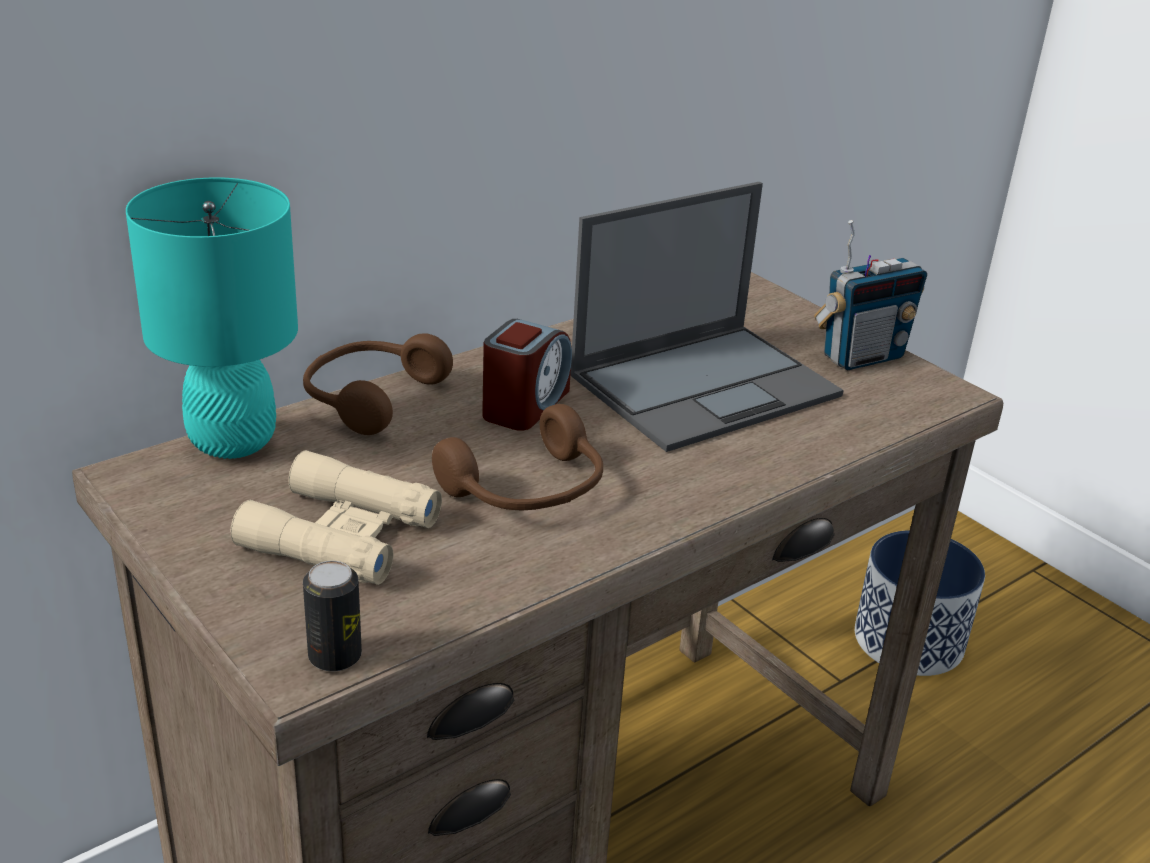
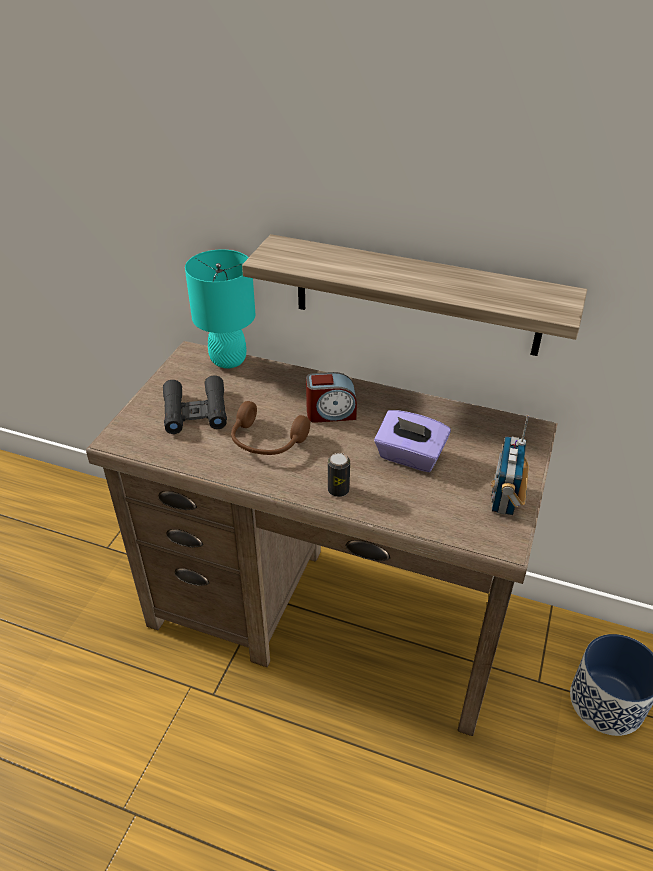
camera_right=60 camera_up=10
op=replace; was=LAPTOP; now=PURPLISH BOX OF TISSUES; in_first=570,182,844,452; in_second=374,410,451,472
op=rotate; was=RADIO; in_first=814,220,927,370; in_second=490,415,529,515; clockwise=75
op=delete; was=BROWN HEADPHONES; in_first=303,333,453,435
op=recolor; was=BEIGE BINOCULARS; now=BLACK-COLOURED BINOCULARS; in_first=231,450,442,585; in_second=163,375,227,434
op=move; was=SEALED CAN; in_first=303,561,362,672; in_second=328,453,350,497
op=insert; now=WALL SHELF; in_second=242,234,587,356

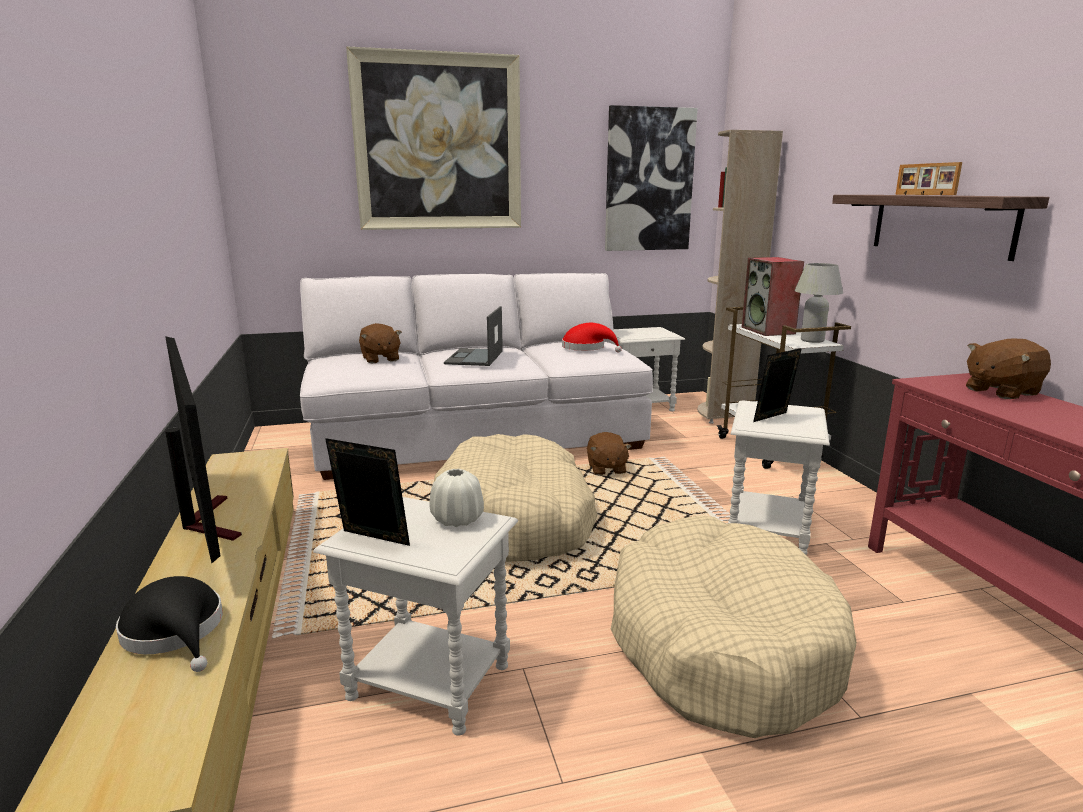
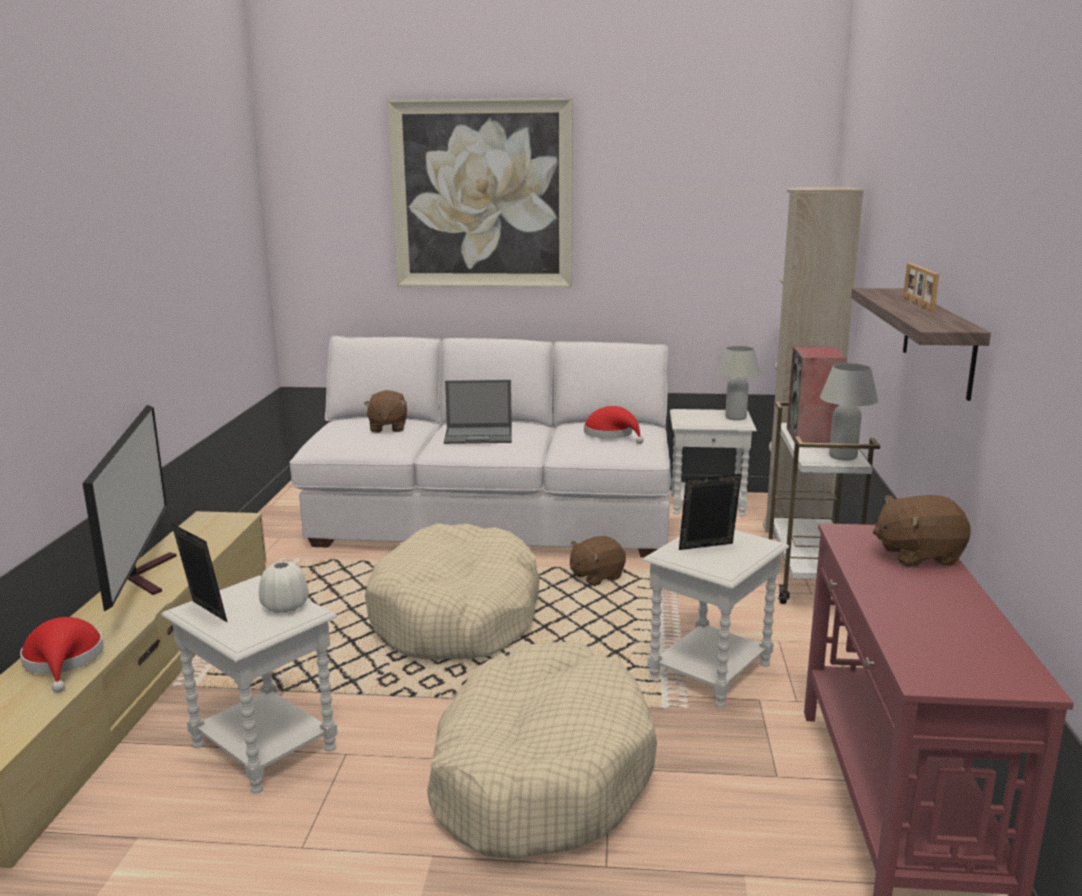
camera_right=20 camera_up=0
op=delete; was=WALL ART; in_first=605,105,698,251
op=rotate; was=LAPTOP; in_first=444,306,503,366; in_second=444,380,512,444; clockwise=-120
op=rotate; was=BROWN CUDDLY TOY; in_first=587,432,631,475; in_second=570,536,626,586; clockwise=45
op=recolor; was=BLACK-COLOURED HAT; now=REDDISH HAT; in_first=116,576,223,672; in_second=20,617,104,693
op=insert; now=WHITISH TABLETOP LAMP; in_second=717,346,760,420

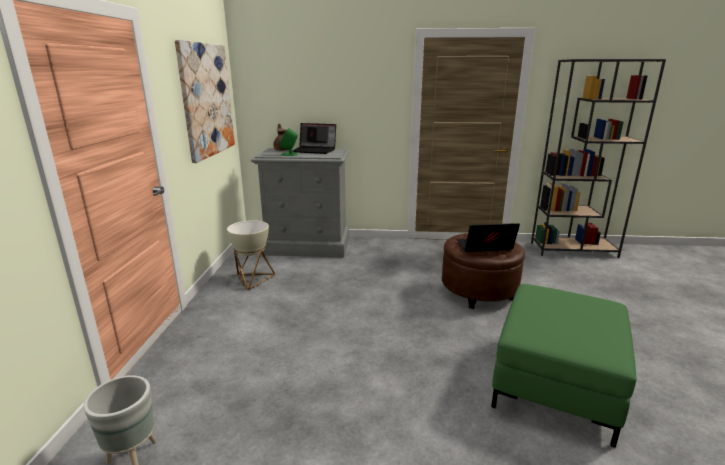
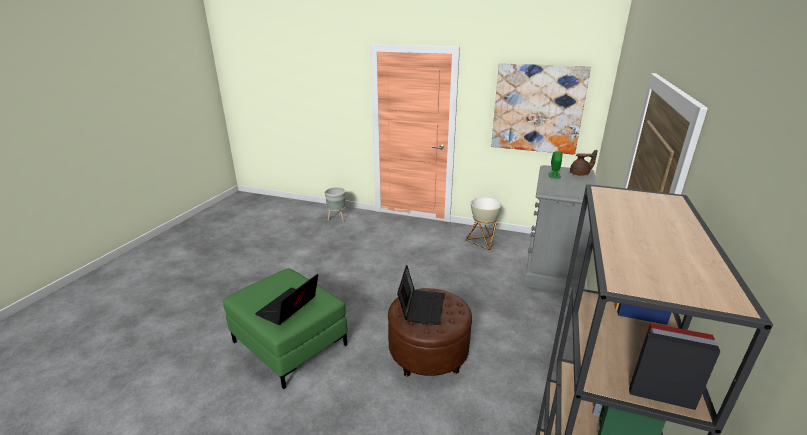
camera_right=105 camera_up=5
op=move; was=LAPTOP; in_first=293,123,336,154; in_second=255,274,318,325

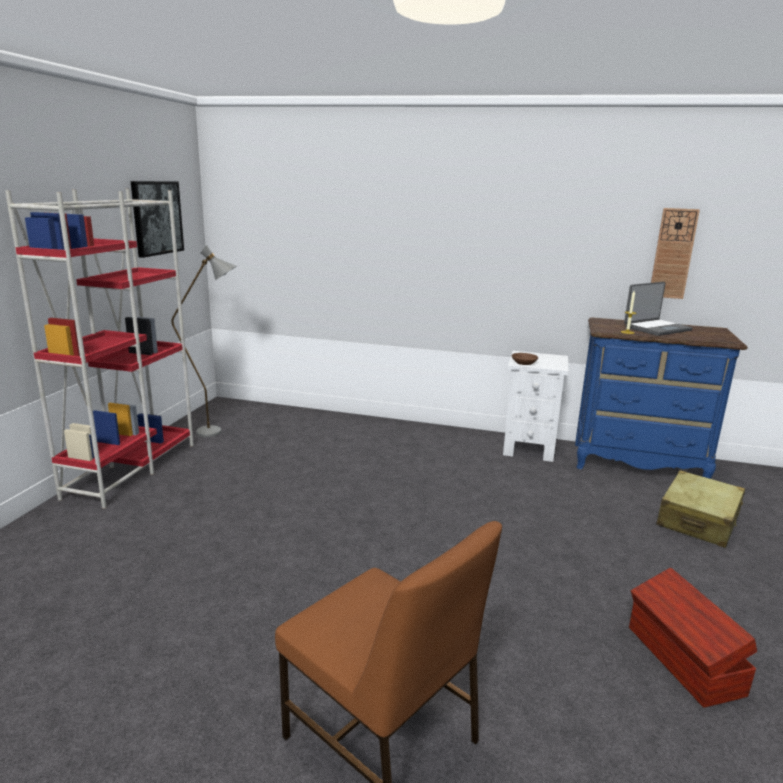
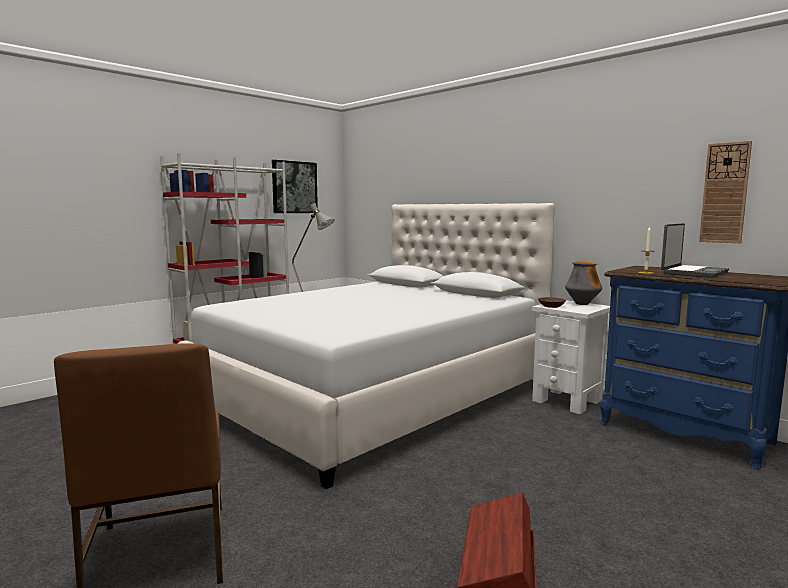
camera_right=30 camera_up=-10
op=rotate; was=LAPTOP; in_first=624,282,693,336; in_second=661,223,729,278; clockwise=-45
op=delete; was=BEIGE TRAVEL CASE; in_first=656,470,745,548
op=insert; now=WHITISH BED; in_second=177,203,555,489
op=insert; now=VASE; in_second=565,262,602,305

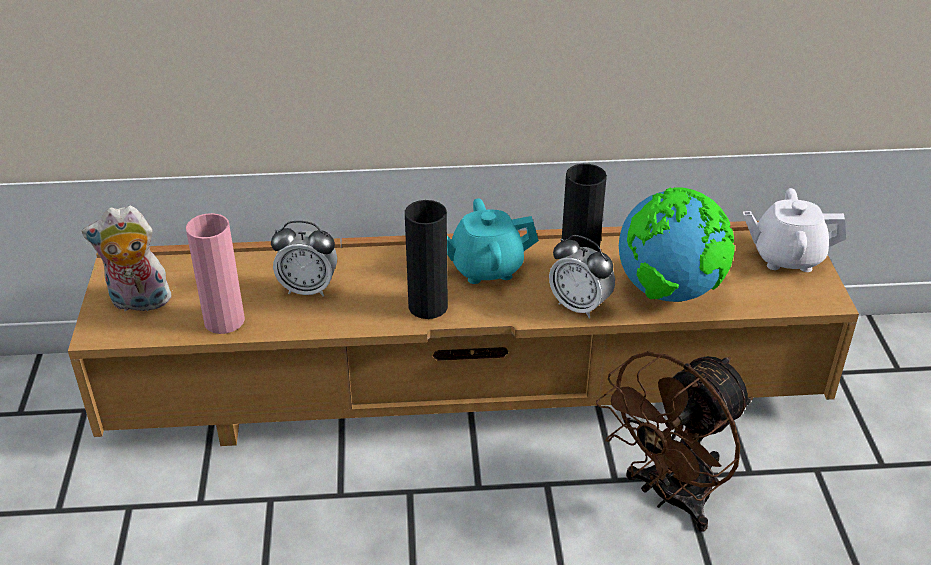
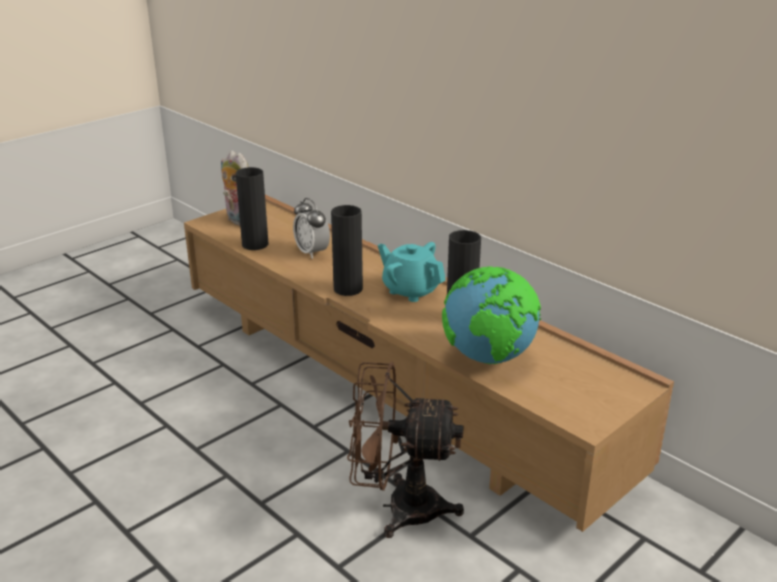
camera_right=50 camera_up=-10
op=delete; was=WHITISH TEAPOT; in_first=743,188,846,272
op=recolor; was=PINKISH VASE; now=BLACK-COLOURED VASE; in_first=186,213,245,334; in_second=236,167,268,250
op=delete; was=BEDSIDE CLOCK; in_first=549,235,615,318

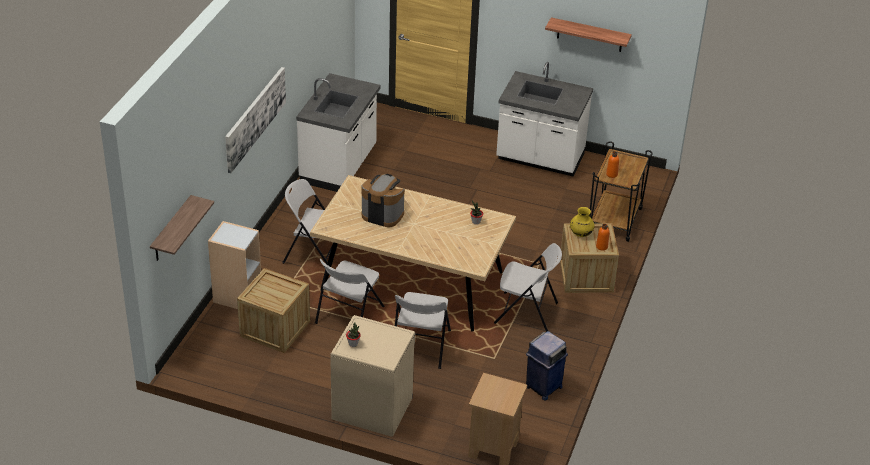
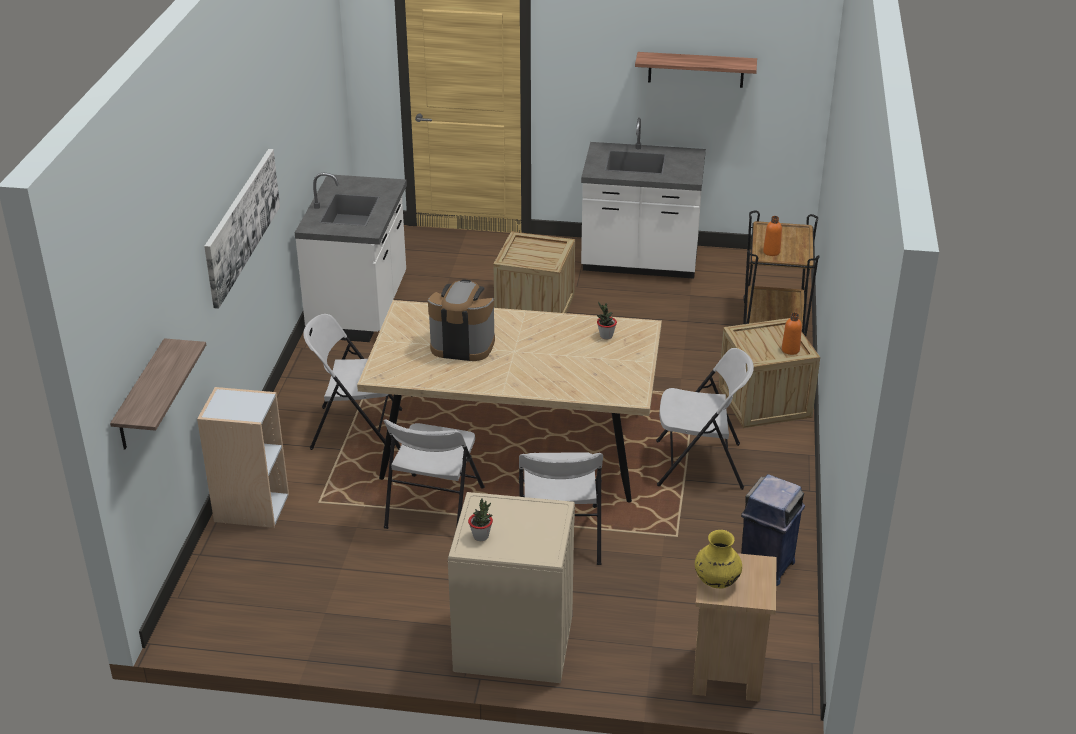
camera_right=-10 camera_up=-5
op=move; was=YELLOW VASE; in_first=570,207,594,237; in_second=695,530,742,588
op=move; was=CRATE; in_first=237,268,310,353; in_second=493,231,575,313

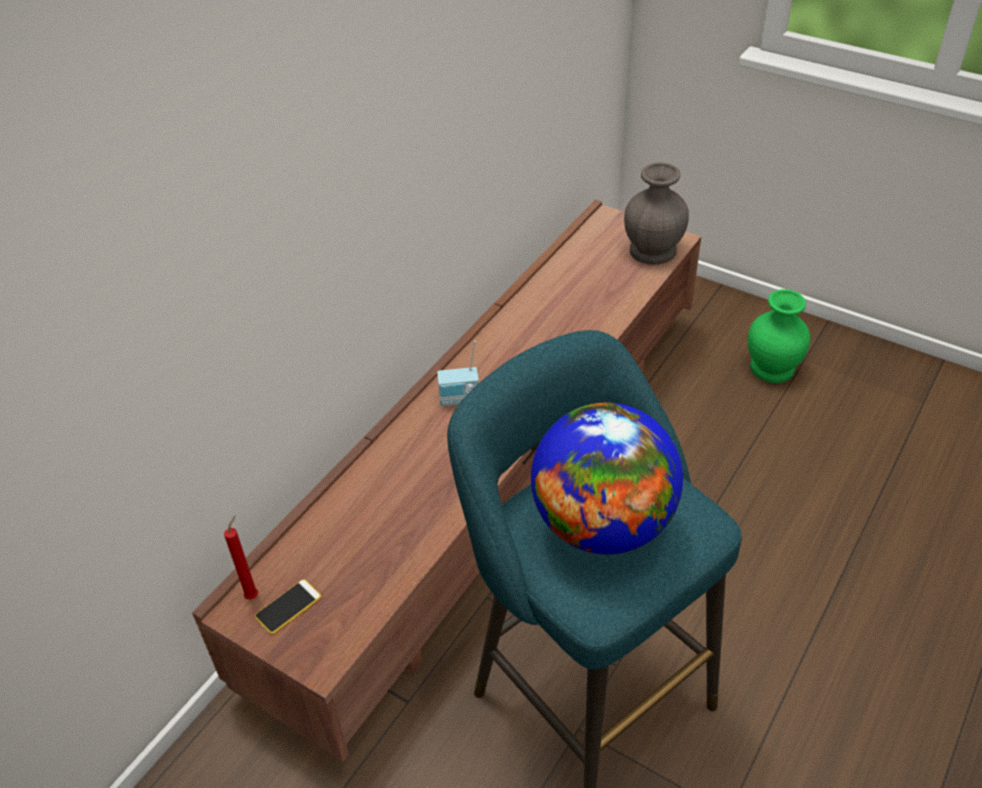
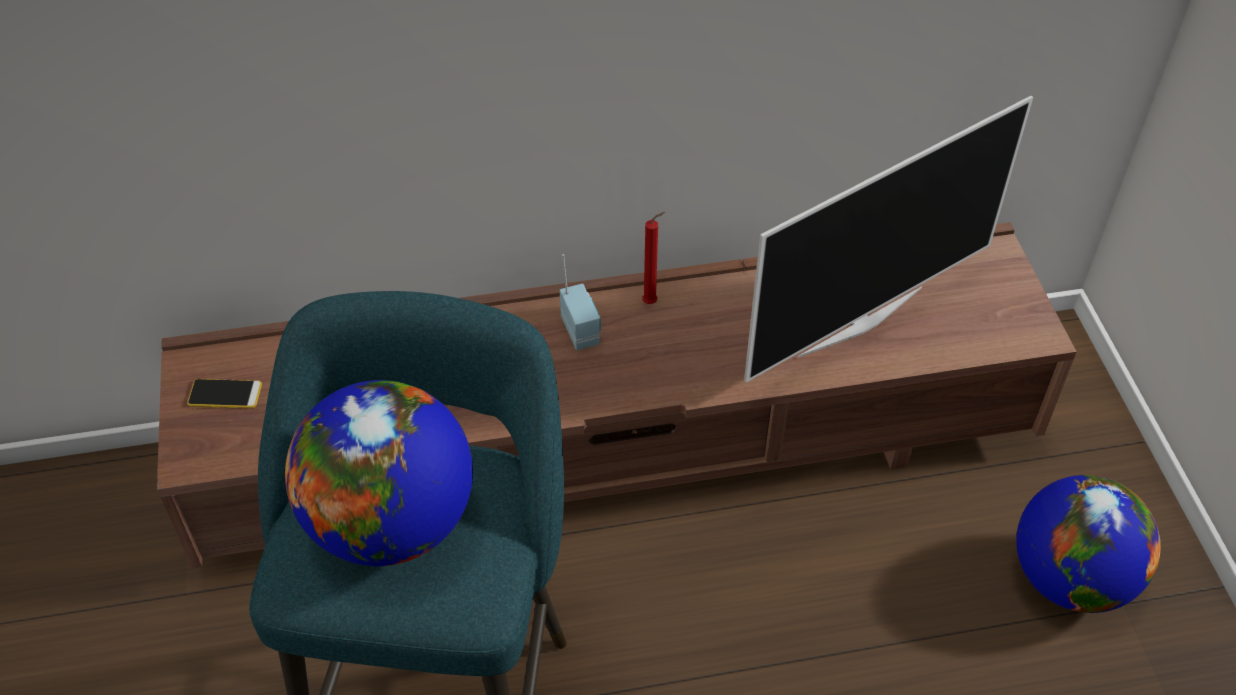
camera_right=45 camera_up=5
op=delete; was=GRAY VASE; in_first=624,163,689,265
op=replace; was=GREEN VASE; now=DESK GLOBE; in_first=748,289,810,383; in_second=1016,475,1161,613
op=rotate; was=RADIO; in_first=437,341,479,406; in_second=560,254,601,350; clockwise=-150
op=move; was=REDDISH CANDLE; in_first=224,515,258,600; in_second=642,212,665,304
op=insert; now=TELEVISION; in_second=744,96,1033,383

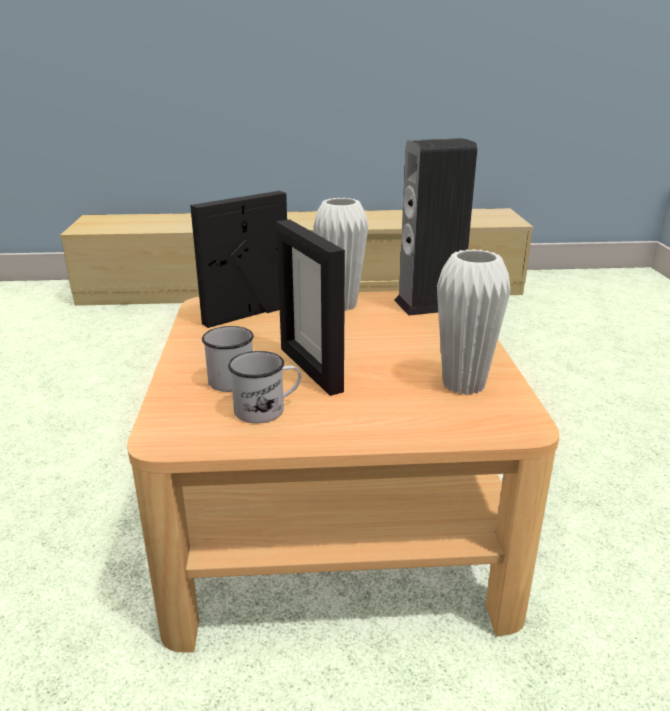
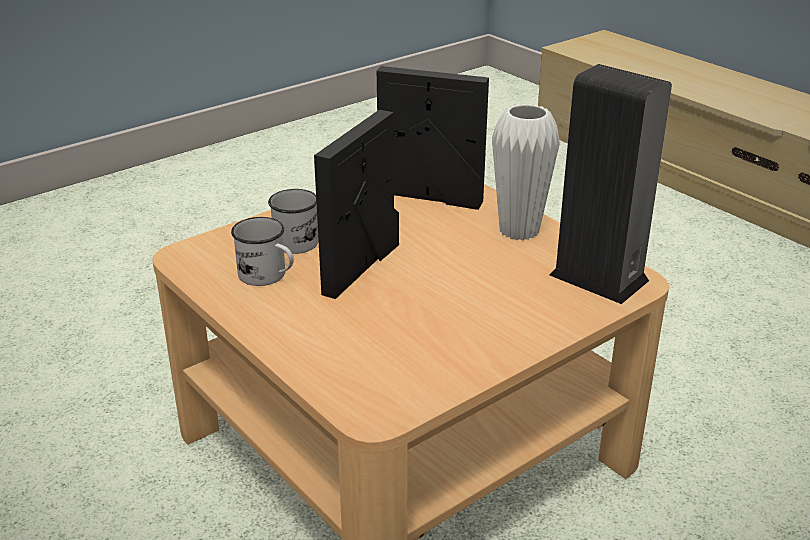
camera_right=55 camera_up=5
op=delete; was=WHITISH VASE; in_first=437,249,510,395

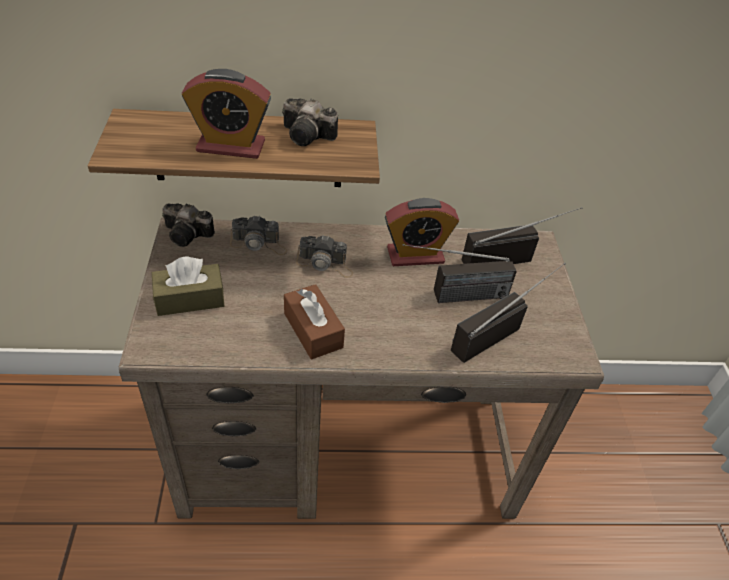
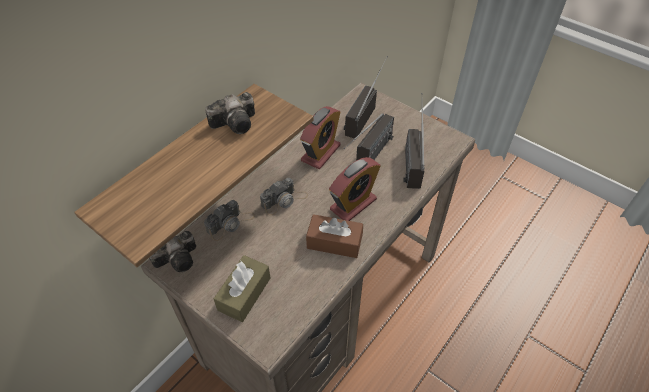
camera_right=-45 camera_up=5
op=move; was=BEDSIDE CLOCK; in_first=182,69,271,159; in_second=329,157,381,221

